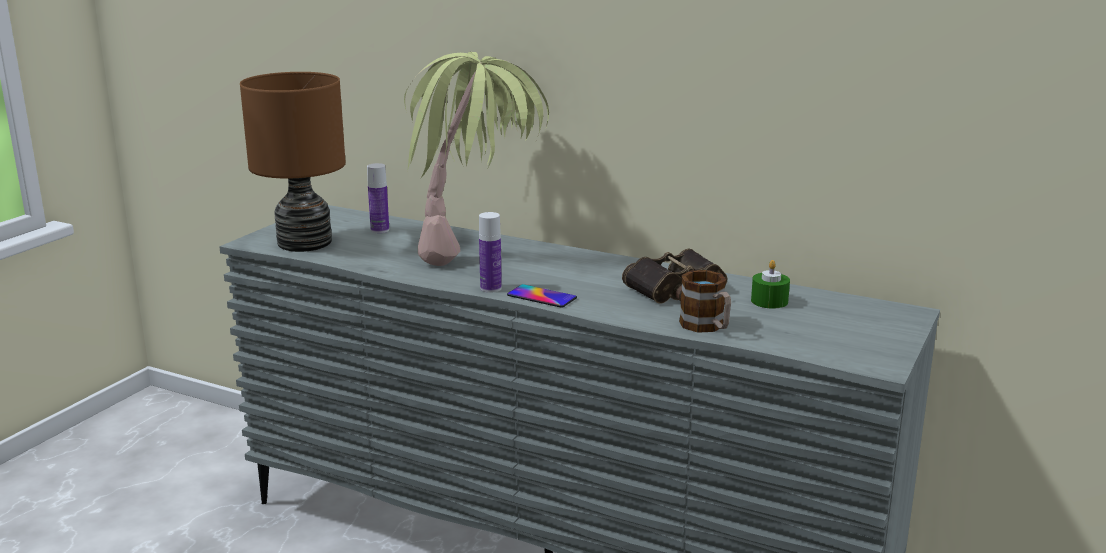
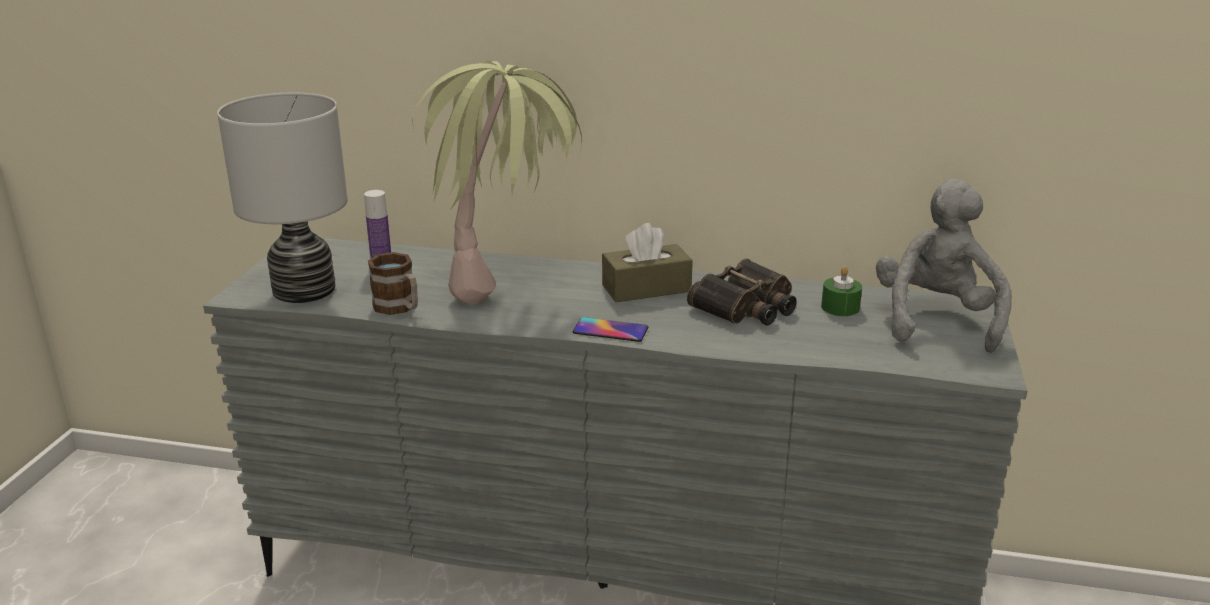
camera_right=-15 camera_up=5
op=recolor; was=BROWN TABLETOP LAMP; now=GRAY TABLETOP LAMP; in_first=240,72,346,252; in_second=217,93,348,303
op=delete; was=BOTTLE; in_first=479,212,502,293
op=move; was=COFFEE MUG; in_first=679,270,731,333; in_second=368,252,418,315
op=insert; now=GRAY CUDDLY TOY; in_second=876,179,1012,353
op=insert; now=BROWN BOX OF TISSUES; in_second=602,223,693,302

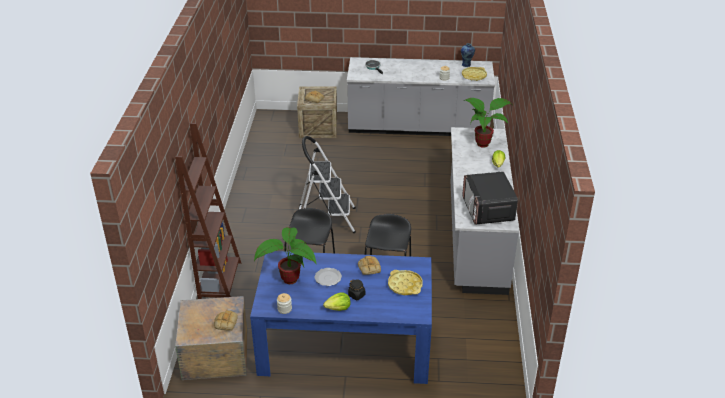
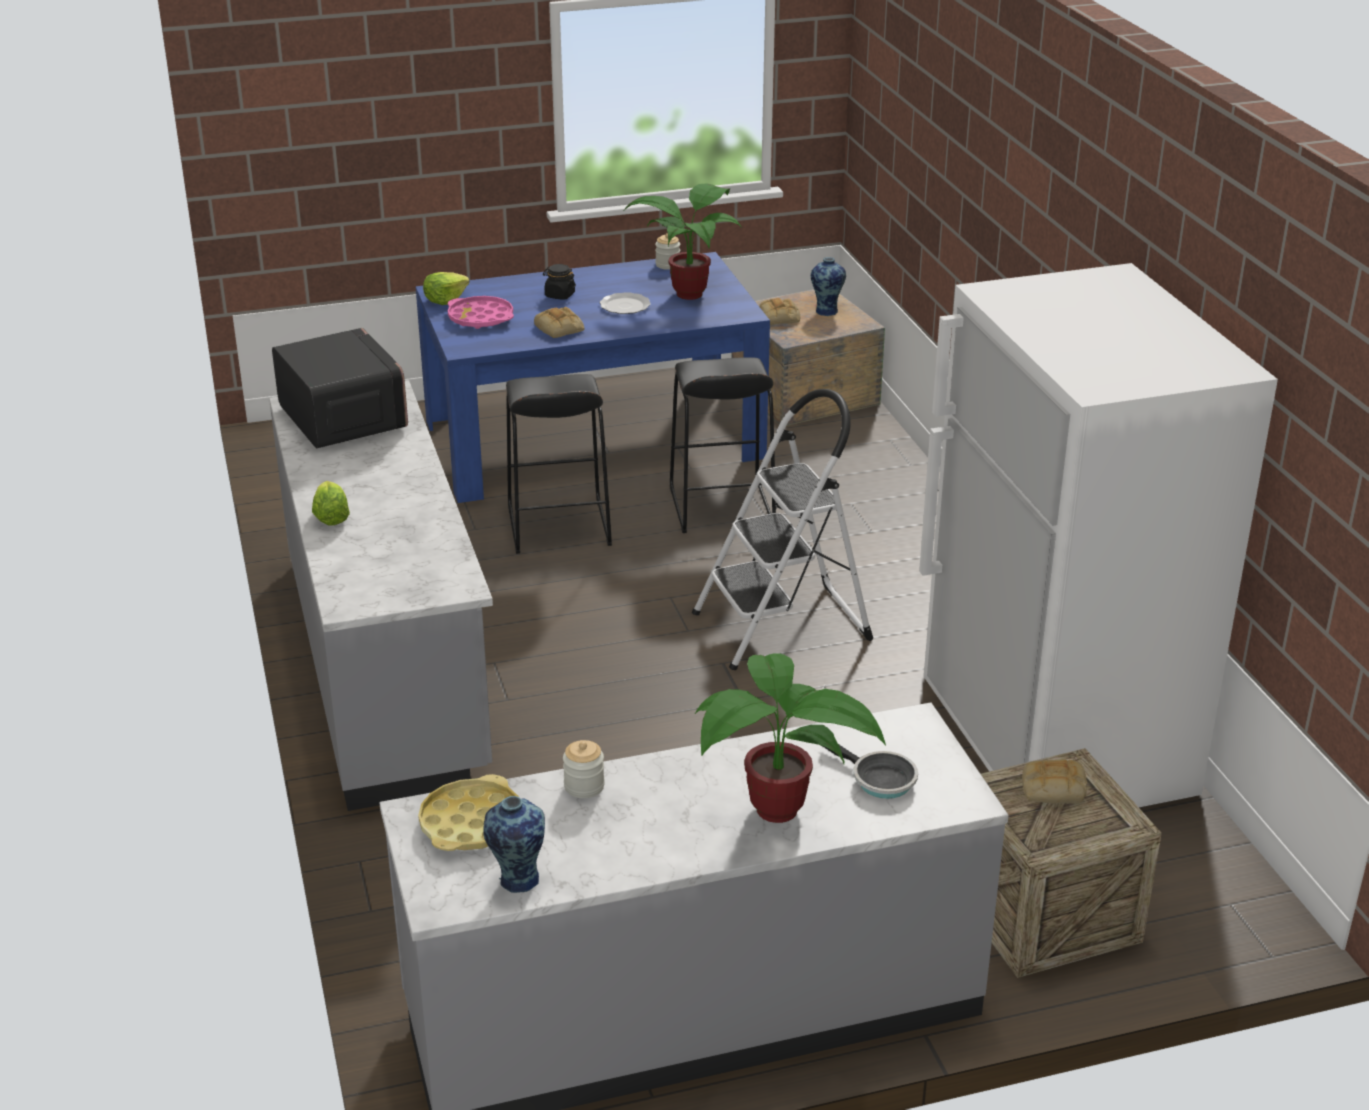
camera_right=160 camera_up=-5
op=move; was=PLANT IN A POT; in_first=464,98,513,148; in_second=695,653,886,823
op=delete; was=BROWN BOOKCASE; in_first=175,123,241,299
op=recolor; was=YELLOW CARRYING TRAY; now=PINKISH CARRYING TRAY; in_first=388,270,423,295; in_second=447,296,514,329
op=move; was=LETTUCE HEAD; in_first=323,292,351,311; in_second=423,272,470,305
op=insert; now=VASE; in_second=811,257,846,316
op=insert; now=WHITISH REFRIGERATOR; in_second=919,263,1278,807

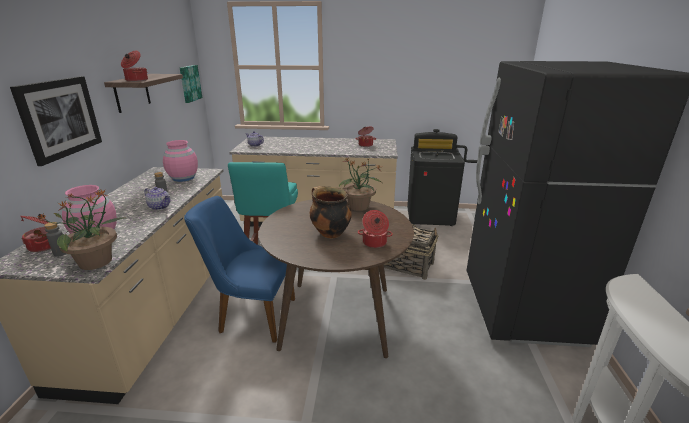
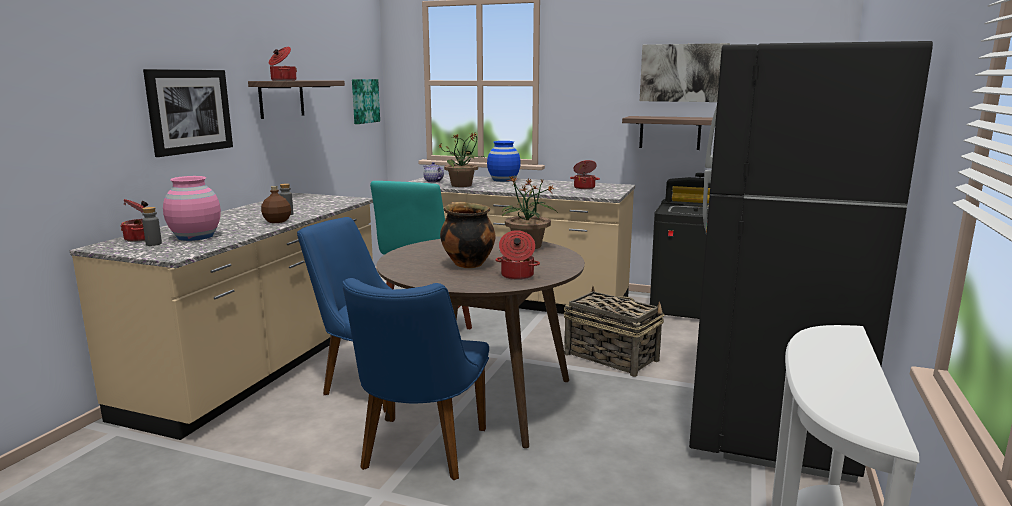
camera_right=15 camera_up=-10
op=delete; was=PINKISH VASE; in_first=163,140,198,182
op=replace; was=TEAPOT; now=BROWN BOTTLE; in_first=144,187,170,210; in_second=261,186,291,223
op=move; was=PLANT IN A POT; in_first=38,190,128,270; in_second=438,132,486,187
op=insert; now=WALL ART; in_second=640,43,730,102
op=insert; now=WALL SHELF; in_second=622,116,713,150
op=insert; now=BLUISH VASE; in_second=487,141,521,182
op=insert; now=BLUISH CHAIR; in_second=343,278,489,481

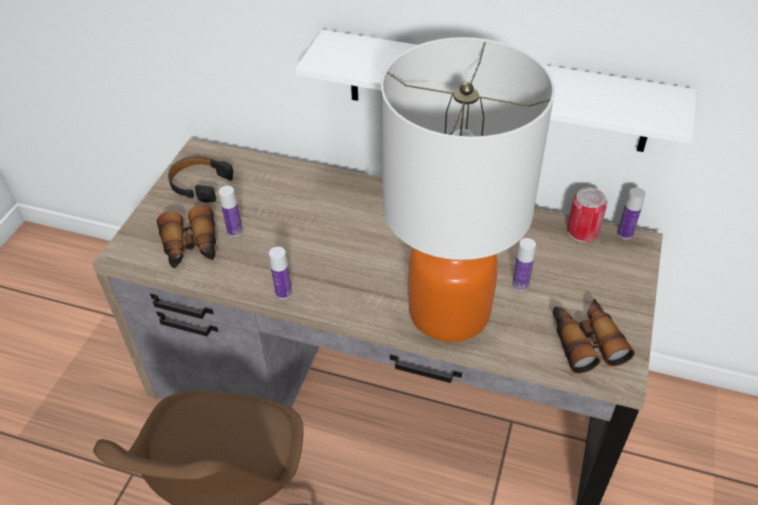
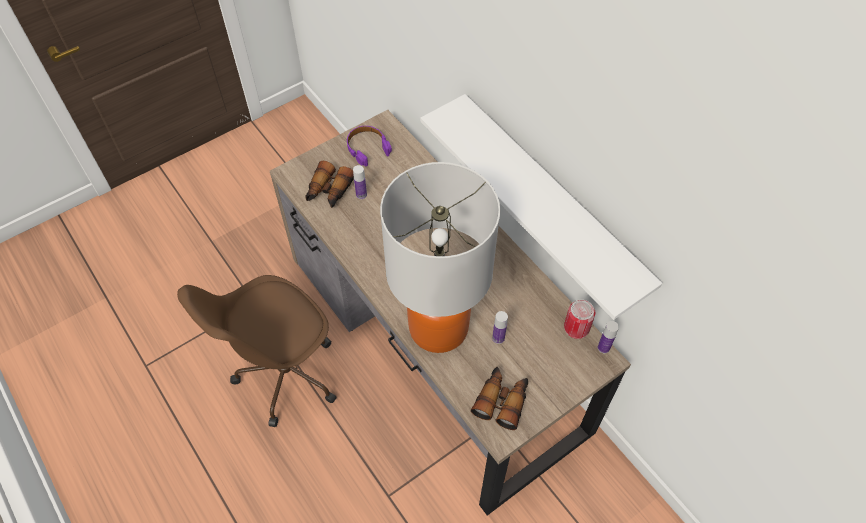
camera_right=35 camera_up=10
op=recolor; was=BLACK-COLOURED HEADPHONES; now=PURPLISH HEADPHONES; in_first=168,157,233,203; in_second=347,126,392,166
op=delete; was=BOTTLE; in_first=269,247,292,299

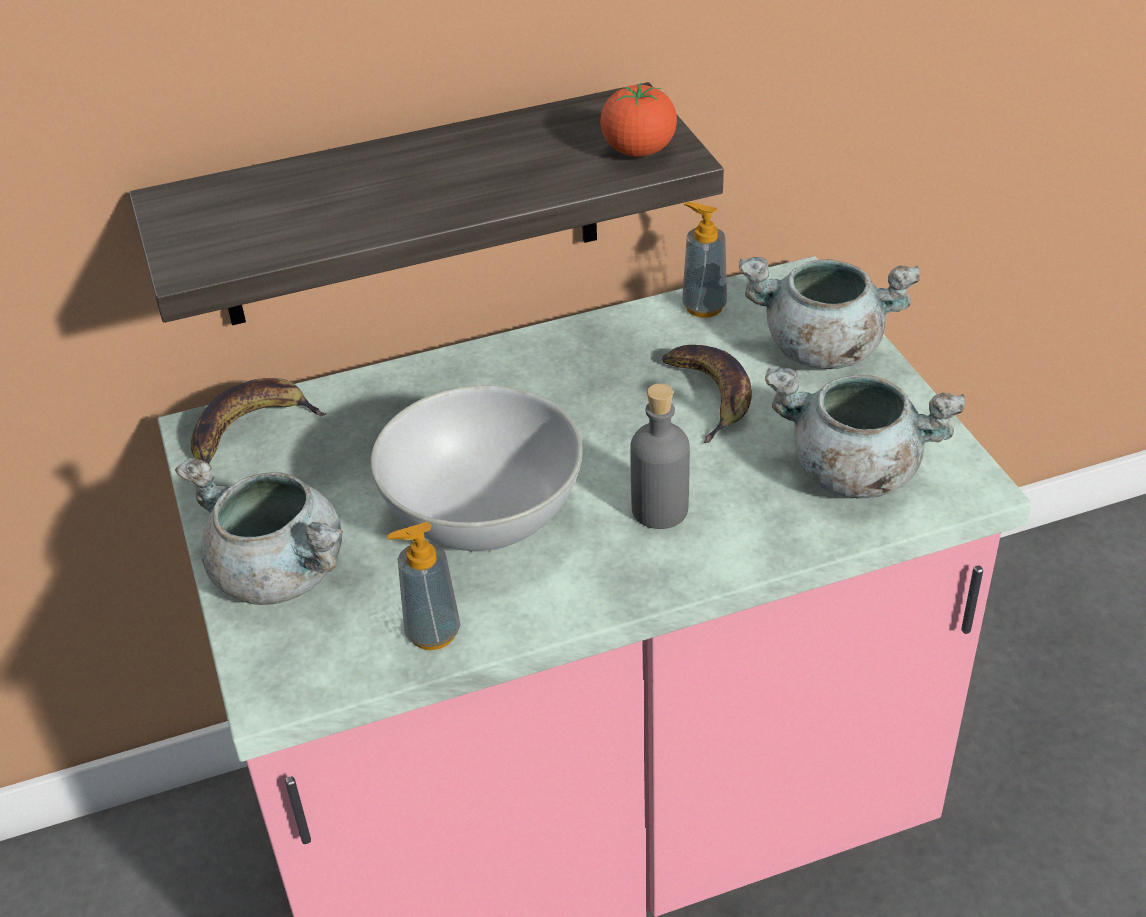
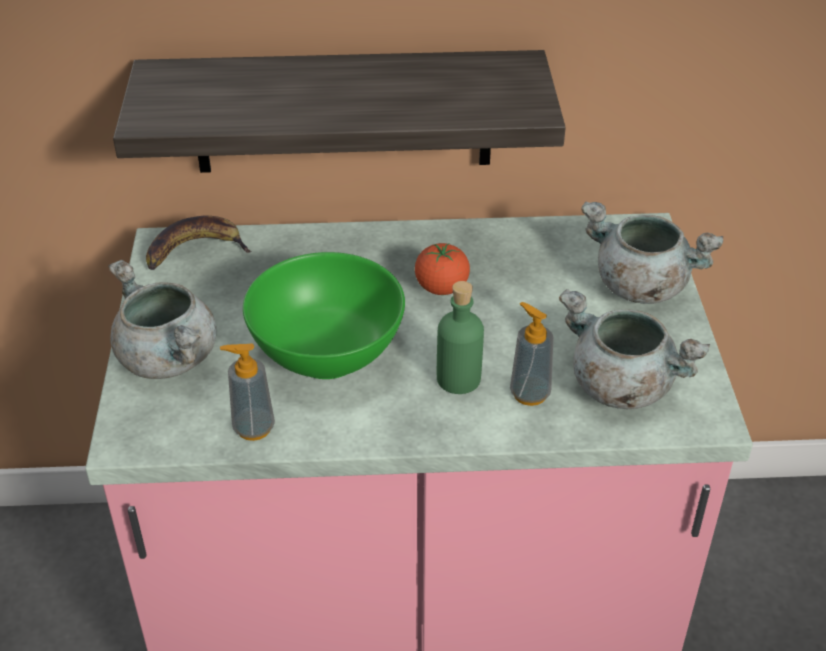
camera_right=15 camera_up=0
op=move; was=WHOLE TOMATO; in_first=600,83,677,157; in_second=415,243,470,295
op=move; was=SOAP BOTTLE; in_first=682,202,727,318; in_second=510,302,554,406
op=delete; was=WHOLE BANANA; in_first=662,345,752,443
op=recolor; was=GRAY BOTTLE; now=GREEN BOTTLE; in_first=630,384,690,529; in_second=437,281,484,394
op=recolor; was=WHITISH BOWL; now=GREEN BOWL; in_first=371,385,583,552; in_second=243,252,405,379

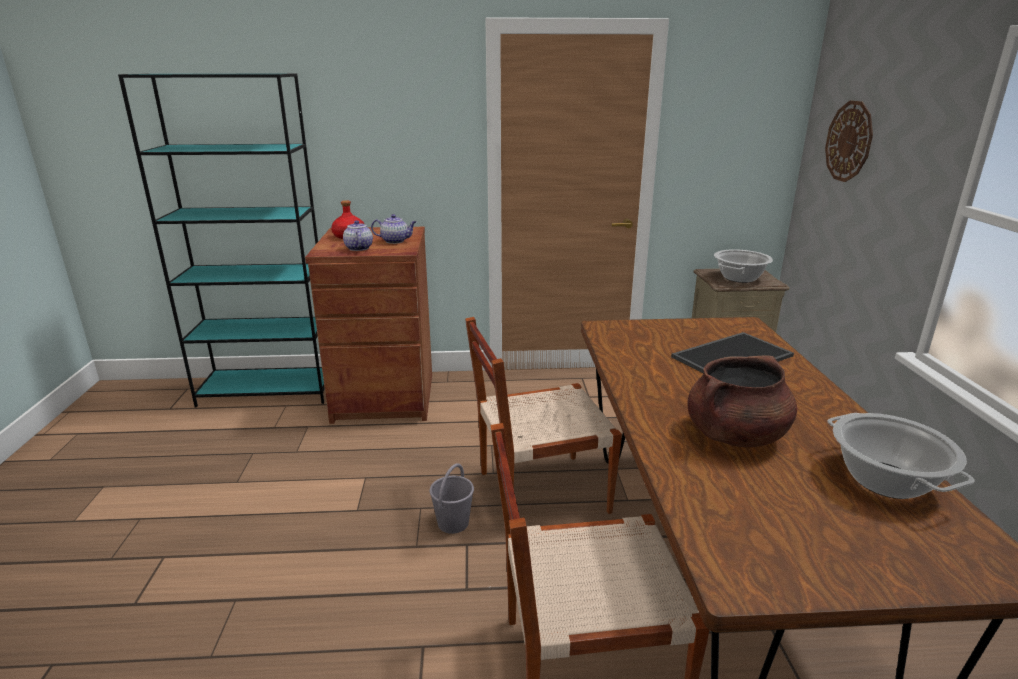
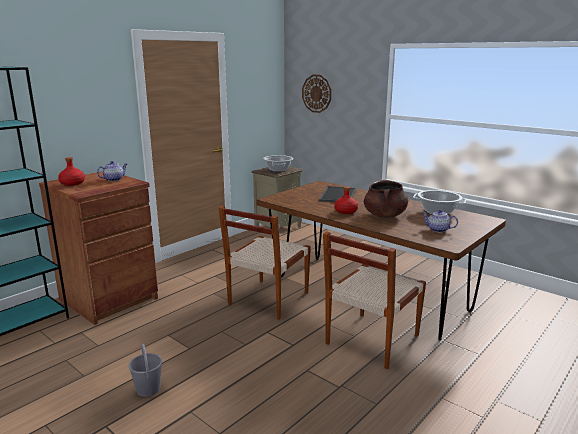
camera_right=-45 camera_up=-5
op=move; was=TEAPOT; in_first=343,220,373,251; in_second=422,210,458,233
op=move; was=GRAY WATER BUCKET; in_first=430,463,474,534; in_second=128,344,162,397
op=insert; now=REDDISH BOTTLE; in_second=334,187,358,214

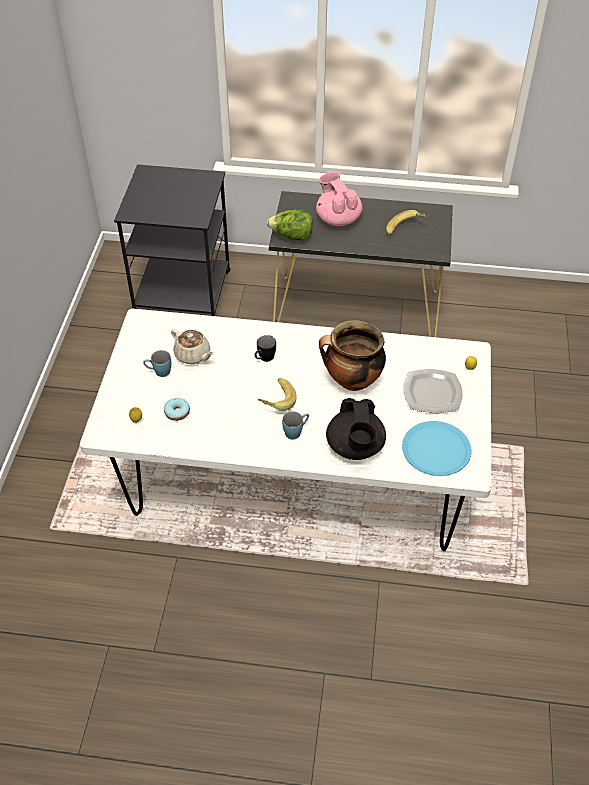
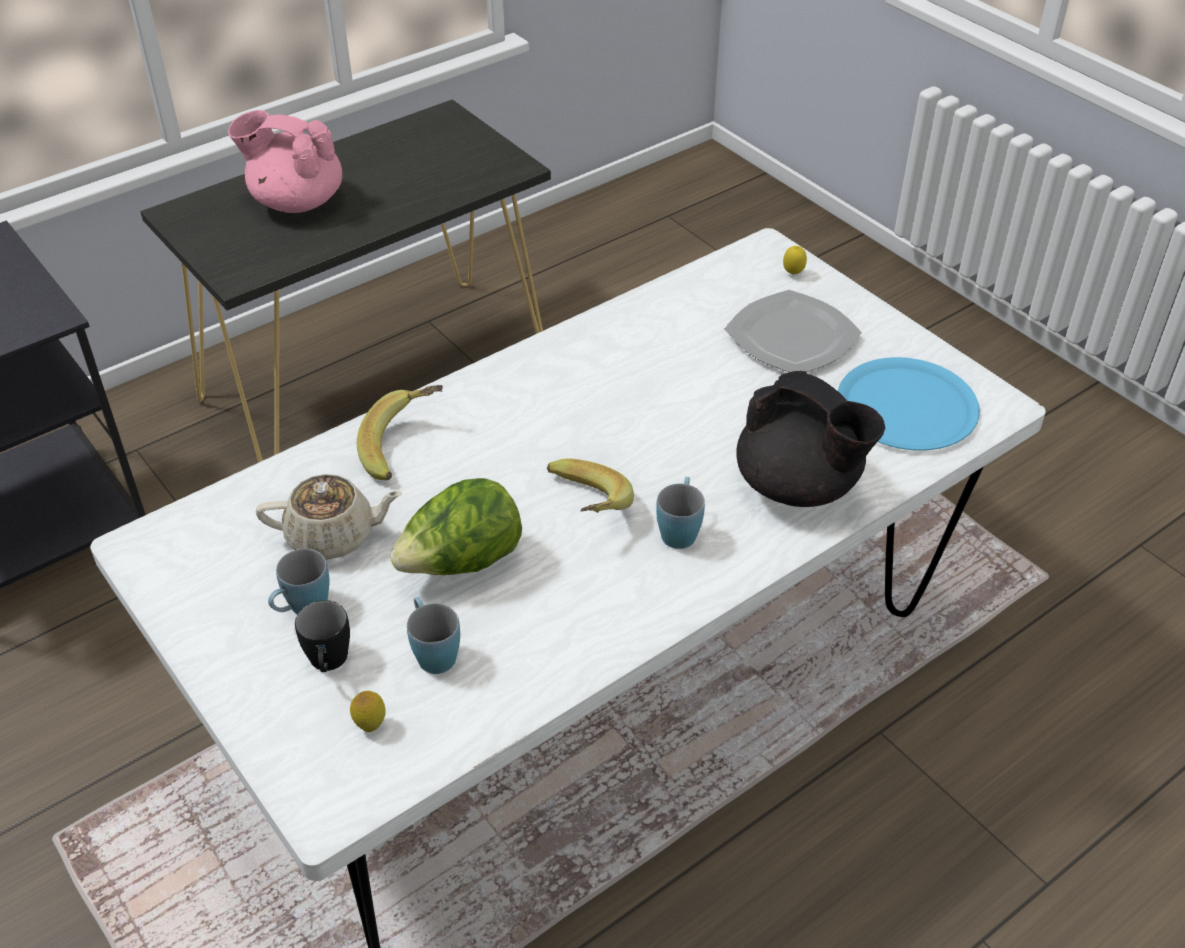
camera_right=-45 camera_up=-5
op=move; was=LETTUCE HEAD; in_first=267,210,313,240; in_second=390,478,522,575
op=move; was=WHOLE BANANA; in_first=386,210,427,236; in_second=357,385,443,480
op=delete; was=COOKING POT; in_first=319,320,386,391
op=move; was=BLACK-COLOURED COFFEE MUG; in_first=255,335,276,362; in_second=295,600,350,672
op=replace; was=DONUT; now=BLUISH COFFEE MUG; in_first=164,398,190,421; in_second=407,597,460,674

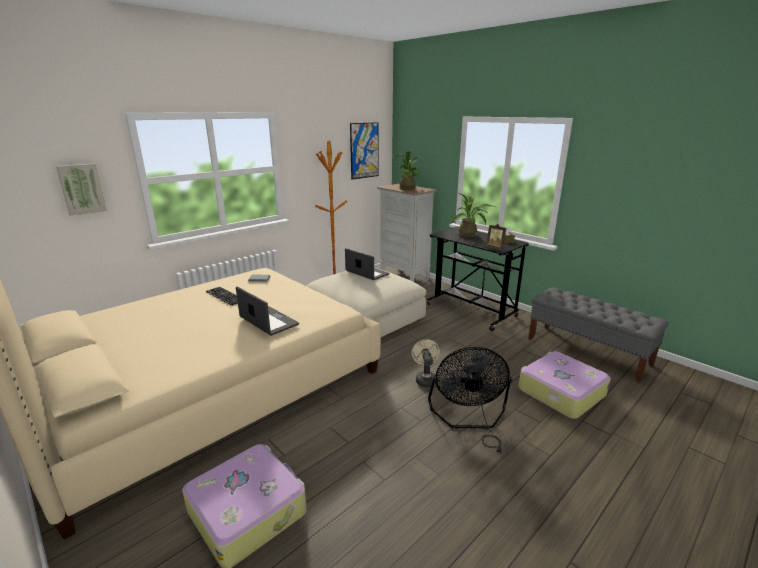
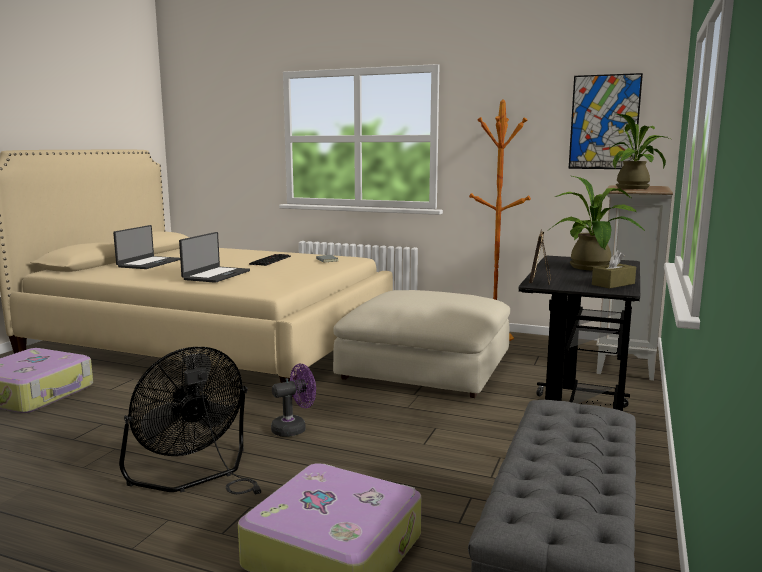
camera_right=65 camera_up=-10
op=delete; was=WALL ART; in_first=56,164,107,216
op=move; was=LAPTOP; in_first=345,248,390,280; in_second=113,225,180,269
op=recolor; was=BEIGE FAN; now=PURPLISH FAN; in_first=412,339,440,387; in_second=271,364,316,437
op=rotate; was=BLACK-COLOURED FAN; in_first=428,347,512,453; in_second=119,347,261,494; clockwise=-105

